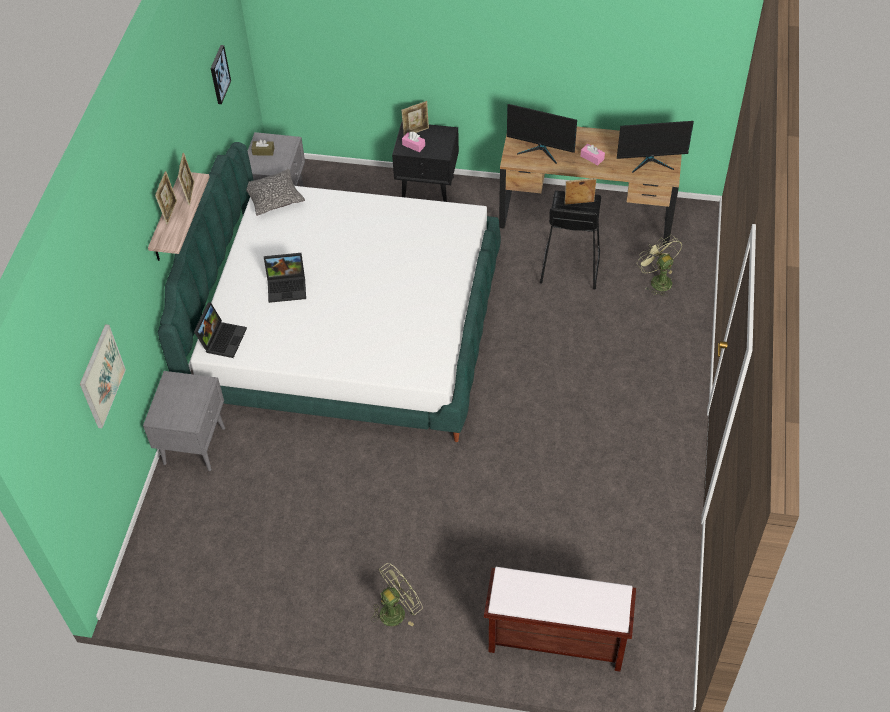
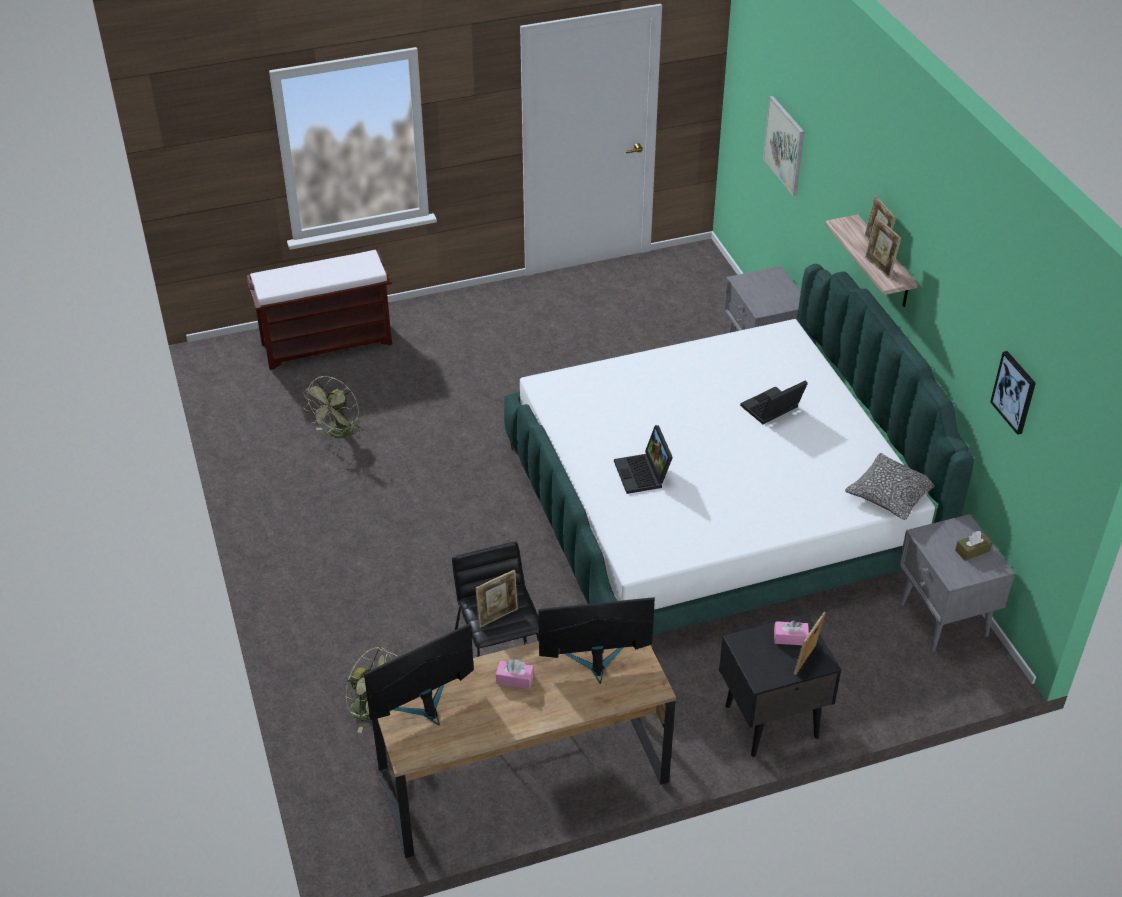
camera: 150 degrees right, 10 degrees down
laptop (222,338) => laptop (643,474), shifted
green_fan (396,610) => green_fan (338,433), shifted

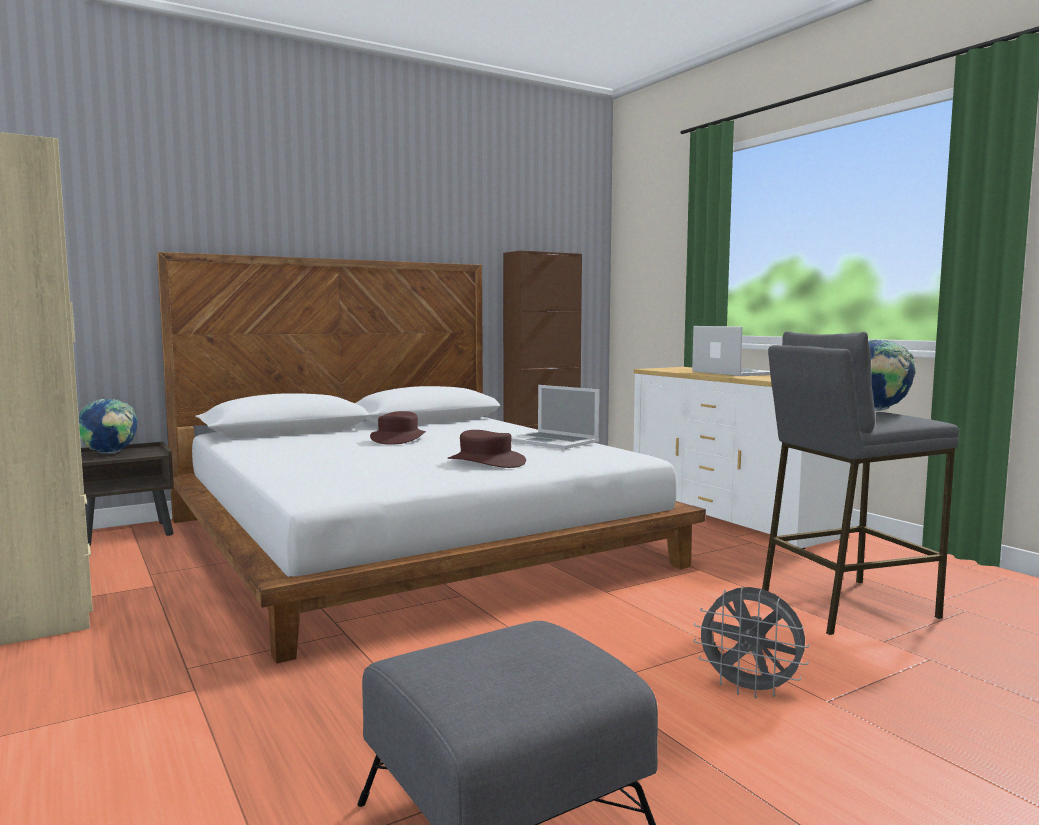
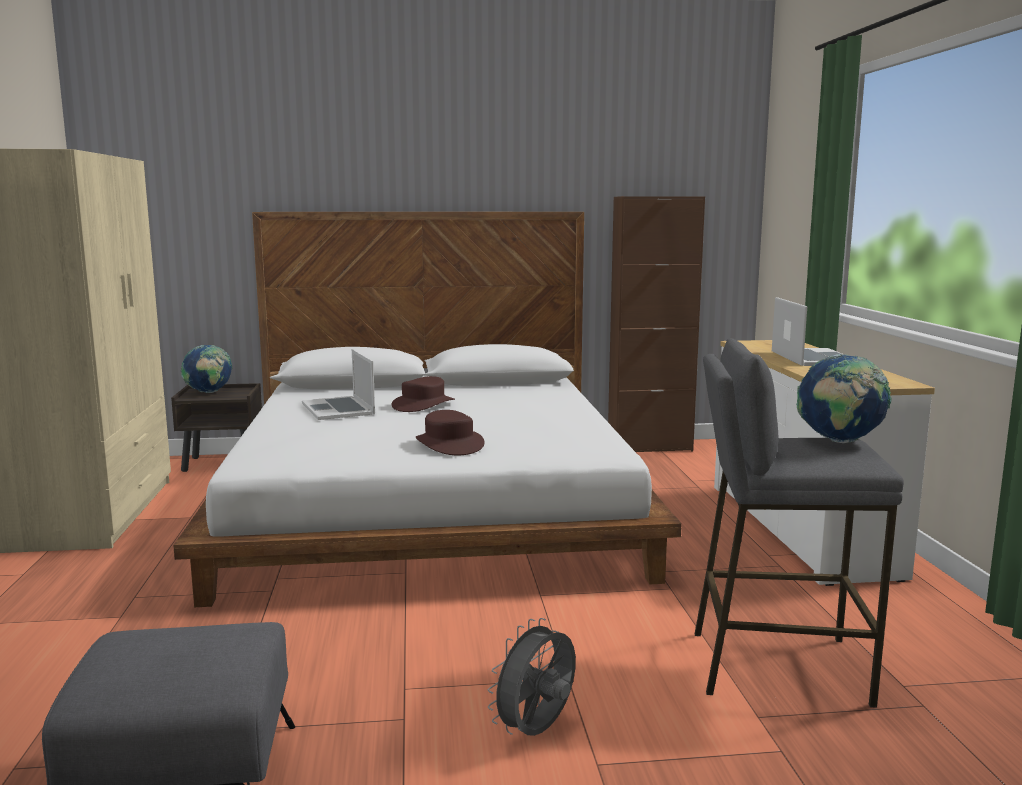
camera: 25 degrees right, 5 degrees up
laptop (552,441) => laptop (338,408), shifted
grey_fan (750,690) => grey_fan (537,732), 75 degrees clockwise

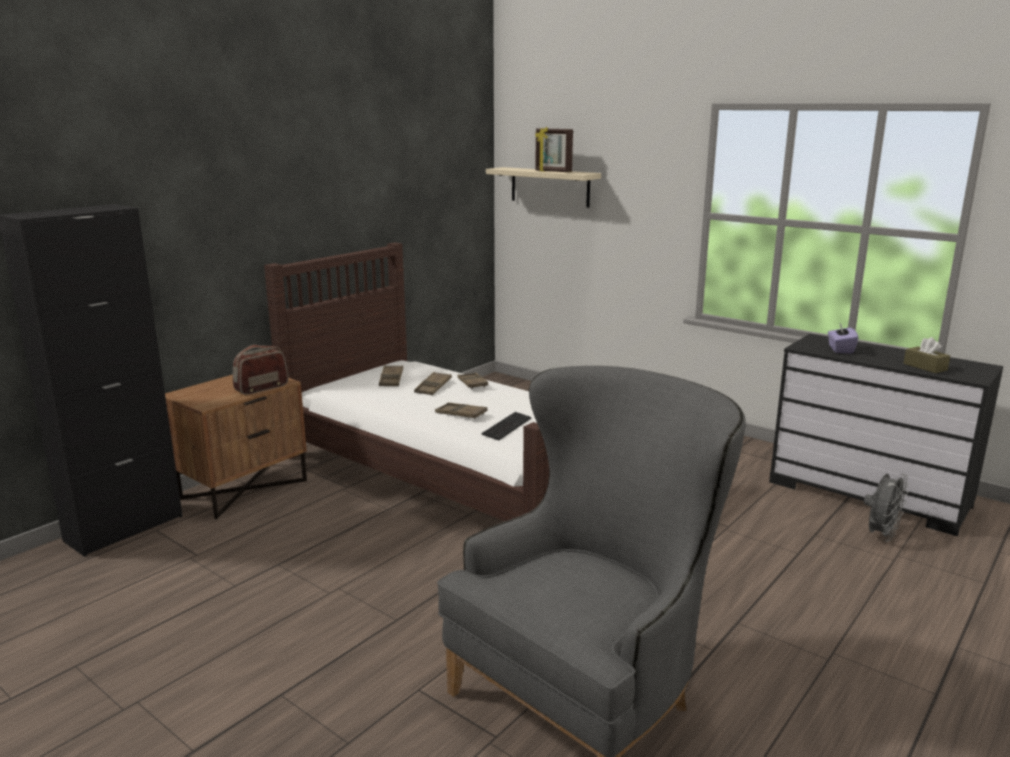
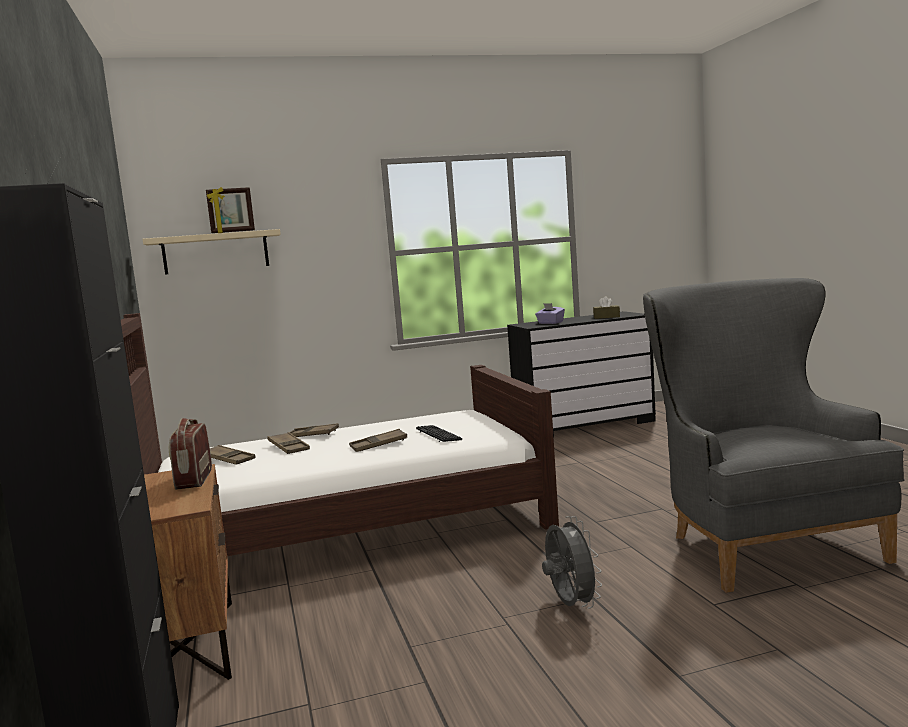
camera: 55 degrees left, 10 degrees down
grey_fan (880,535) => grey_fan (570,605), shifted

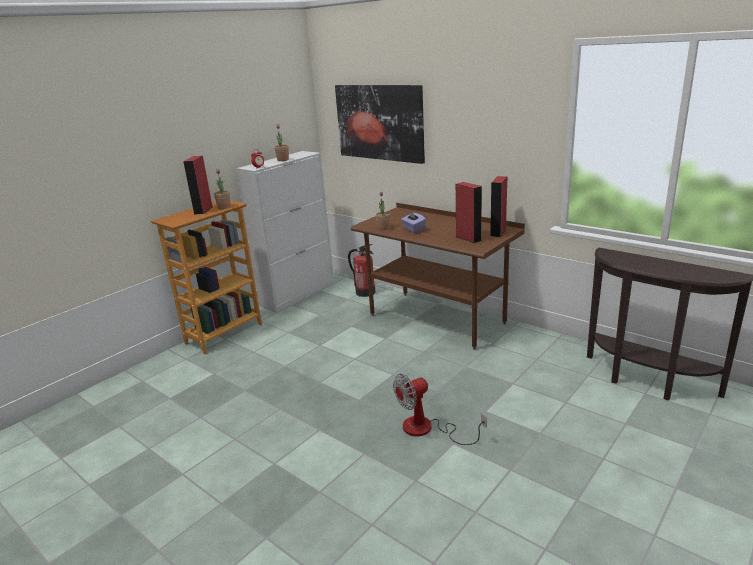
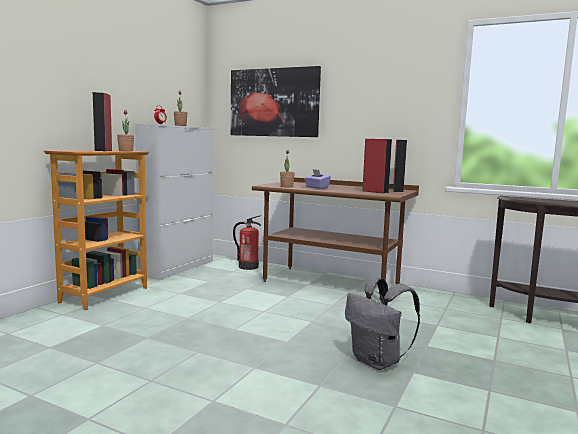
camera: 15 degrees left, 15 degrees down
fan (427,429) => grey_backpack (378,362)

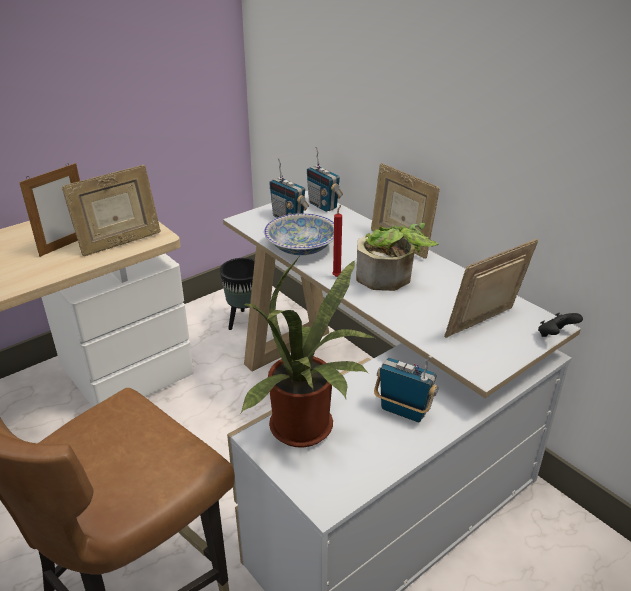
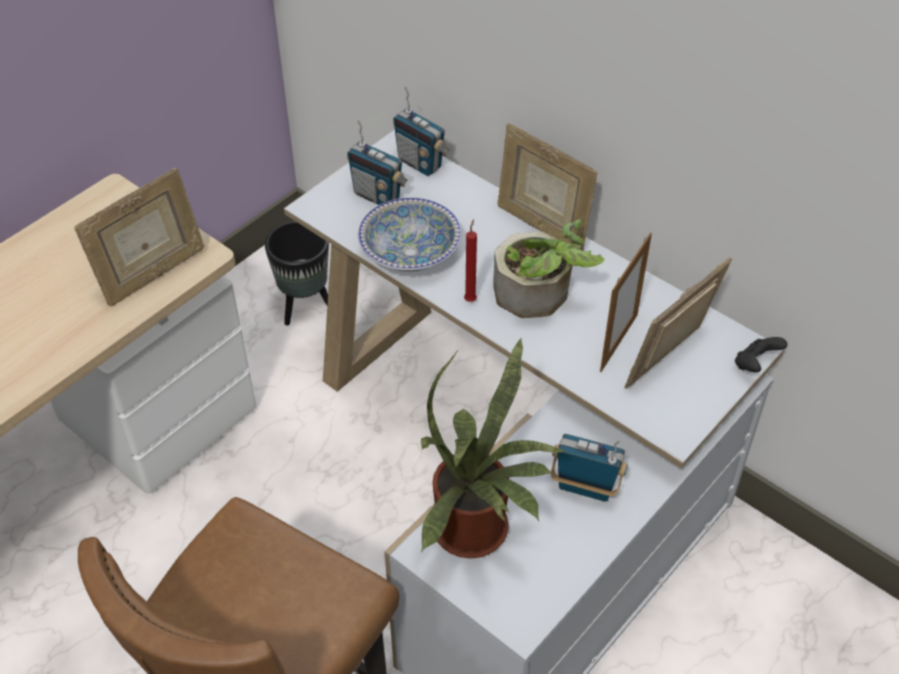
camera: 10 degrees left, 15 degrees up
picture_frame (66,245) => picture_frame (618,342), shifted

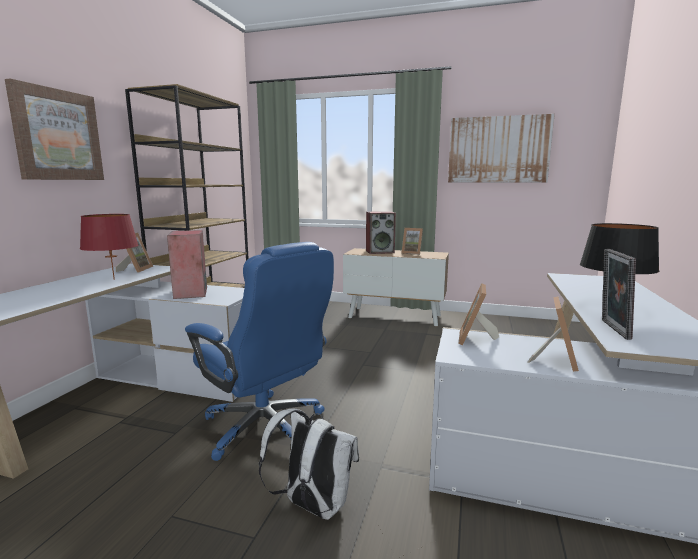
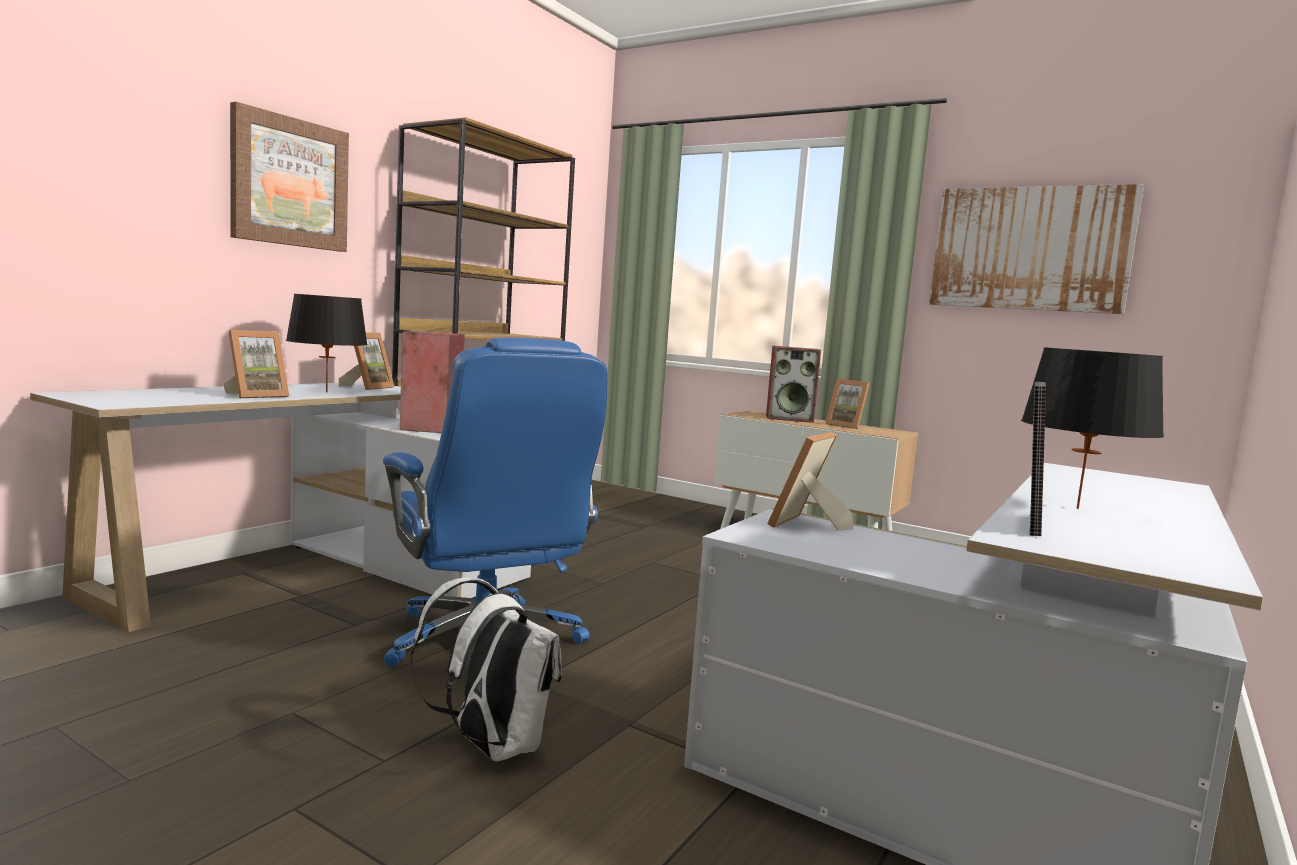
camera: 15 degrees right, 5 degrees down
red_table_lamp (114,279) => black_table_lamp (326,392)
picture_frame (555,360) => picture_frame (255,395), shifted

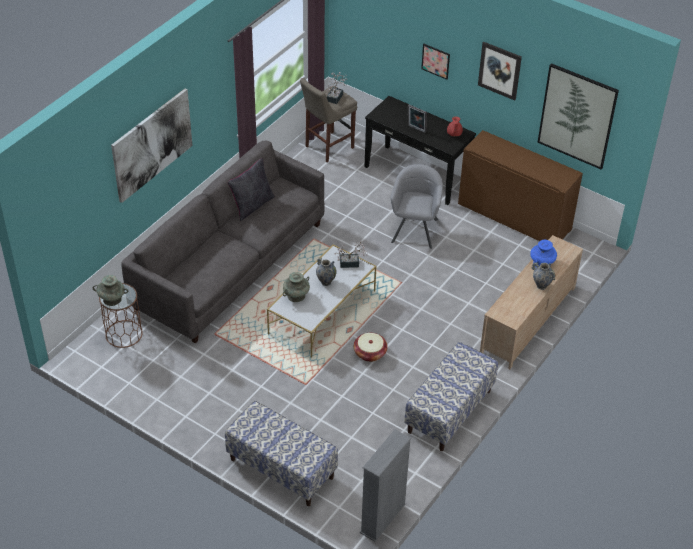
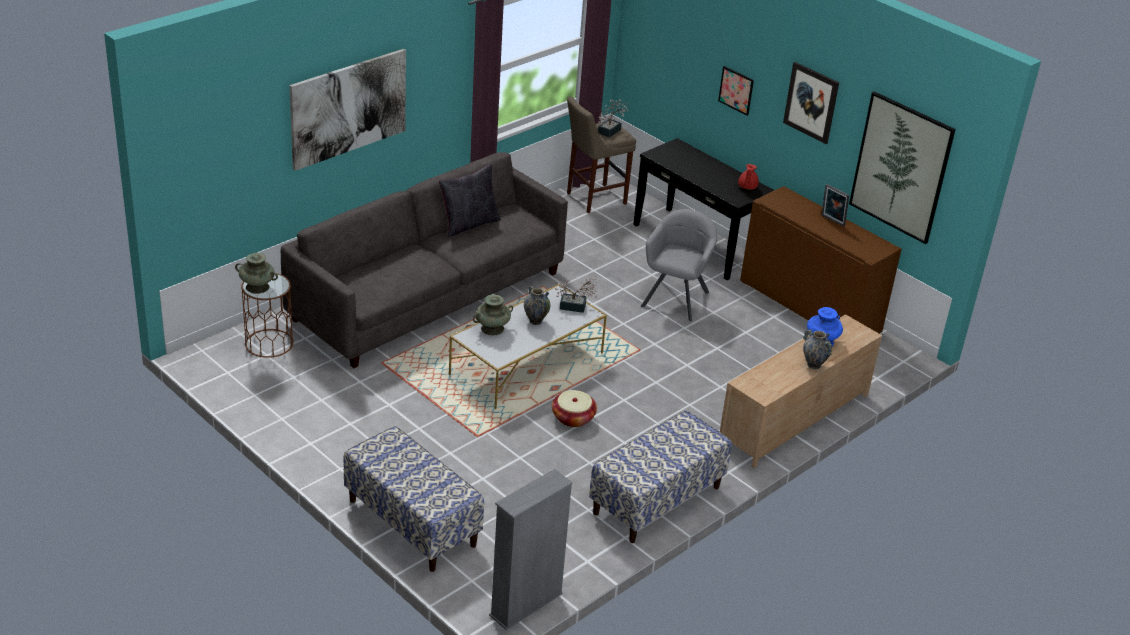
camera: 10 degrees right, 10 degrees down
picture_frame (416,129) => picture_frame (832,221), shifted

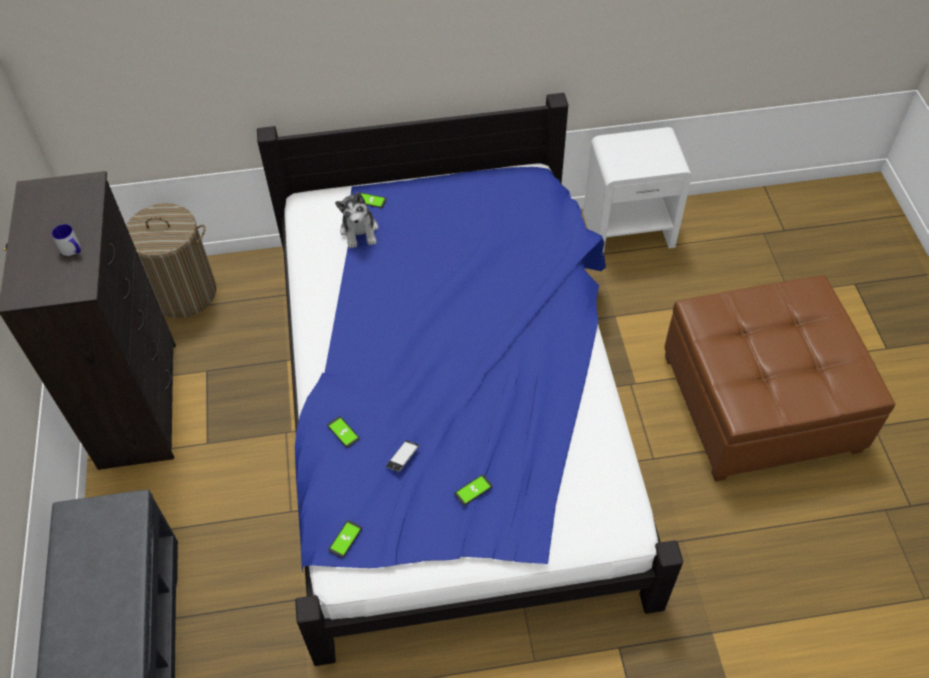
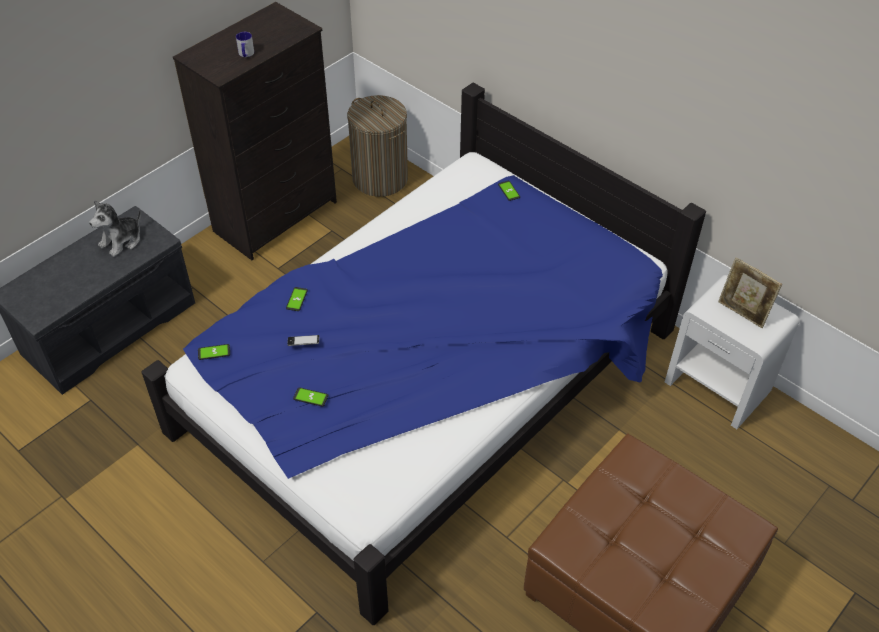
camera: 50 degrees right, 5 degrees down
plush_toy (360,231) => plush_toy (122,241), shifted
nothing => picture_frame (742,313)

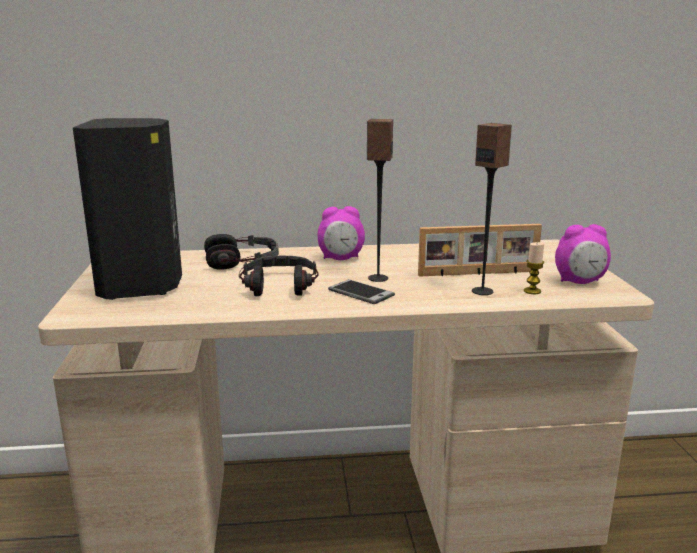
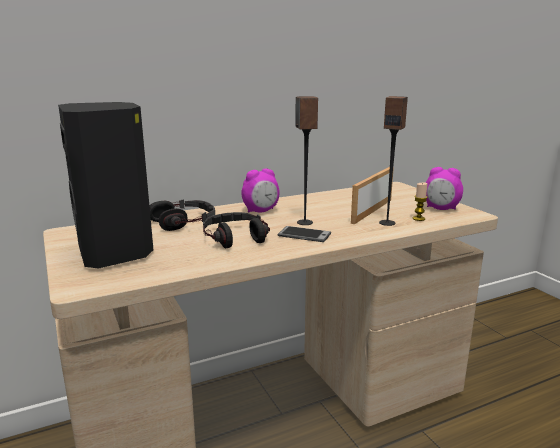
camera: 20 degrees left, 0 degrees up
picture_frame (478,274) => picture_frame (370,211), 150 degrees clockwise
alarm_clock (580,282) => alarm_clock (441,209), 45 degrees clockwise

